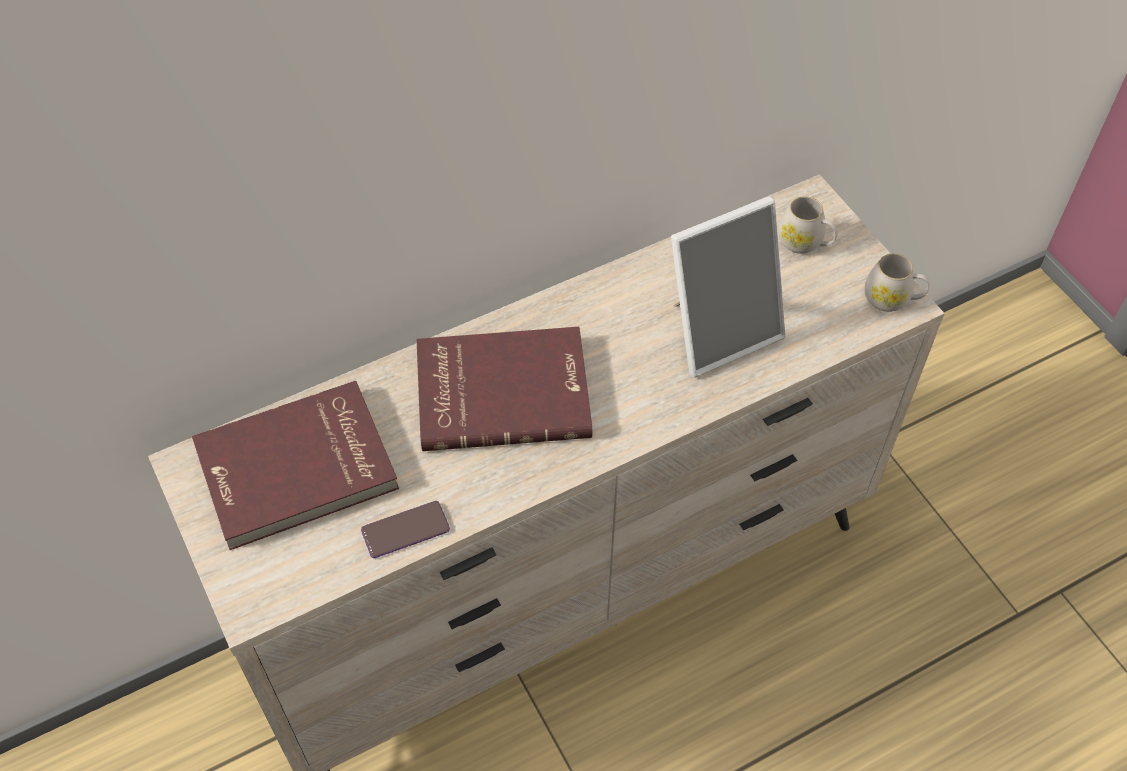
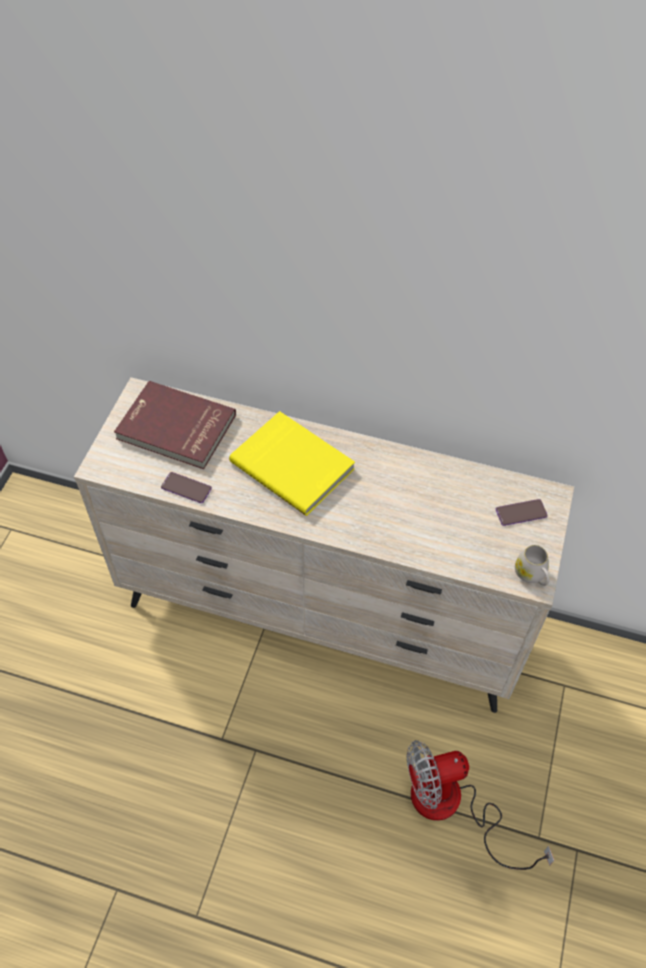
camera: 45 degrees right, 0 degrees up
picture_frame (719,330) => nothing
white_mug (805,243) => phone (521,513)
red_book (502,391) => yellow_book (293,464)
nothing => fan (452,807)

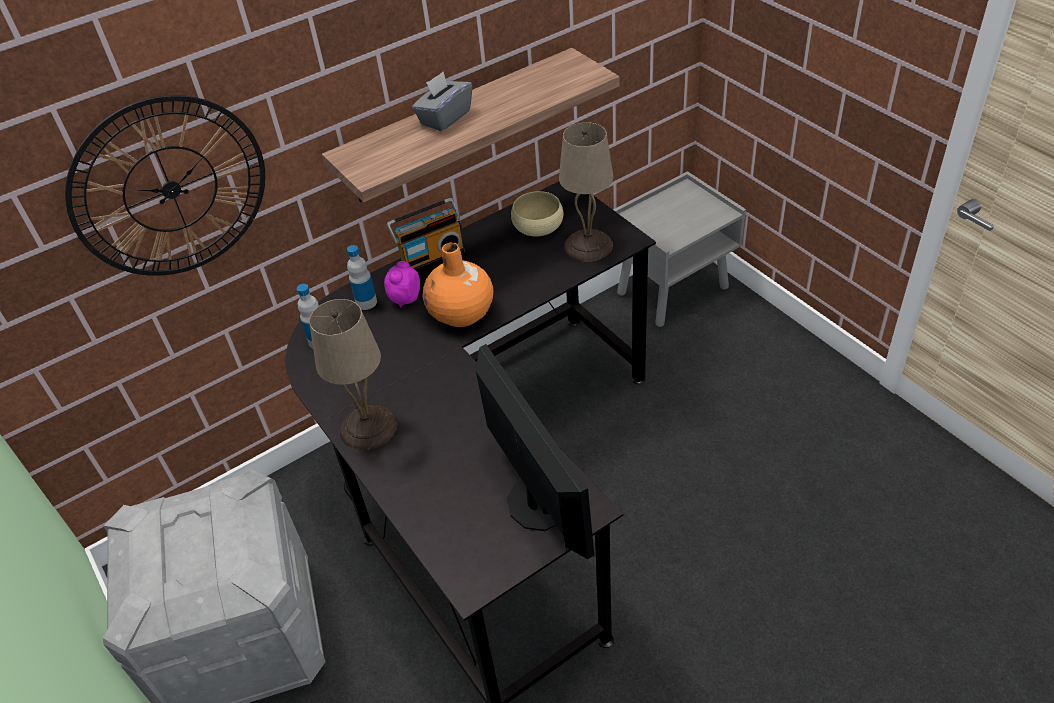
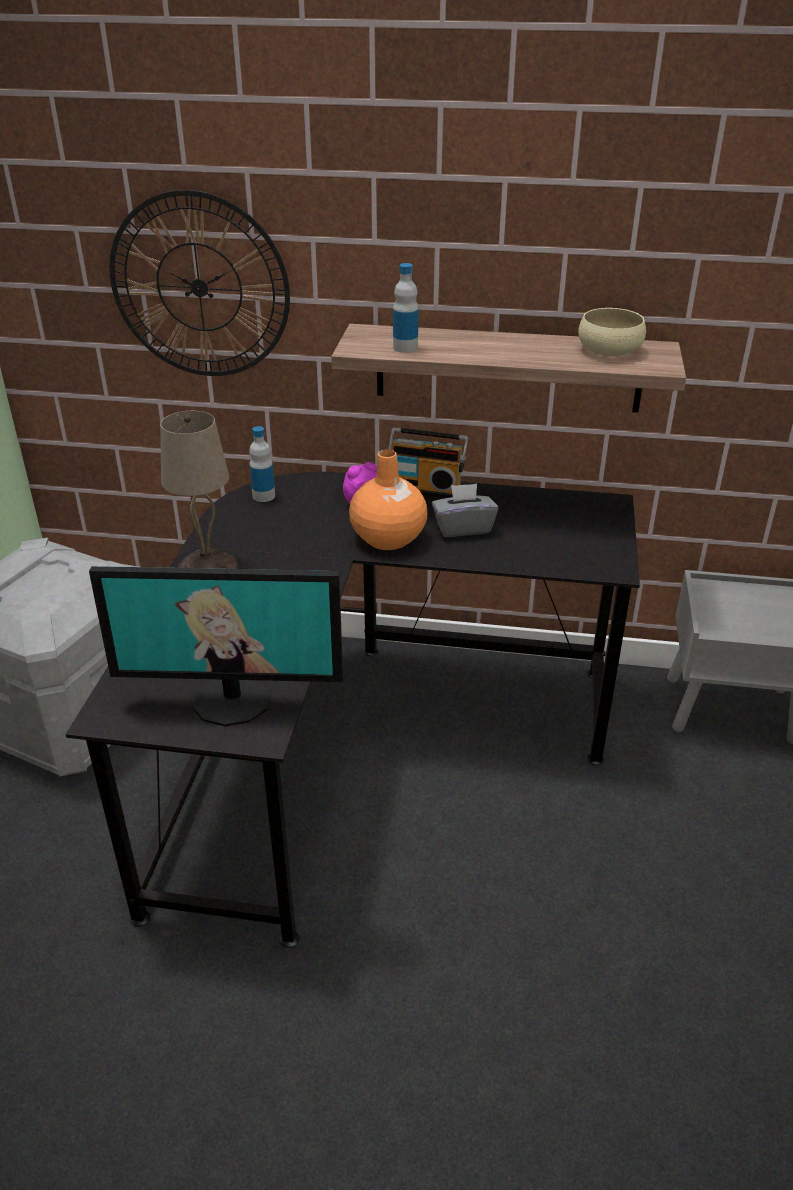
camera: 40 degrees right, 10 degrees down
grey_tissue_box (445,118) => grey_tissue_box (463,528), shifted
beige_table_lamp (587,246) => nothing
beige_bowl (538,226) => beige_bowl (609,350), shifted
bottle (366,302) => bottle (405,348), shifted
monitor (536,503) => monitor (232,700), 75 degrees clockwise

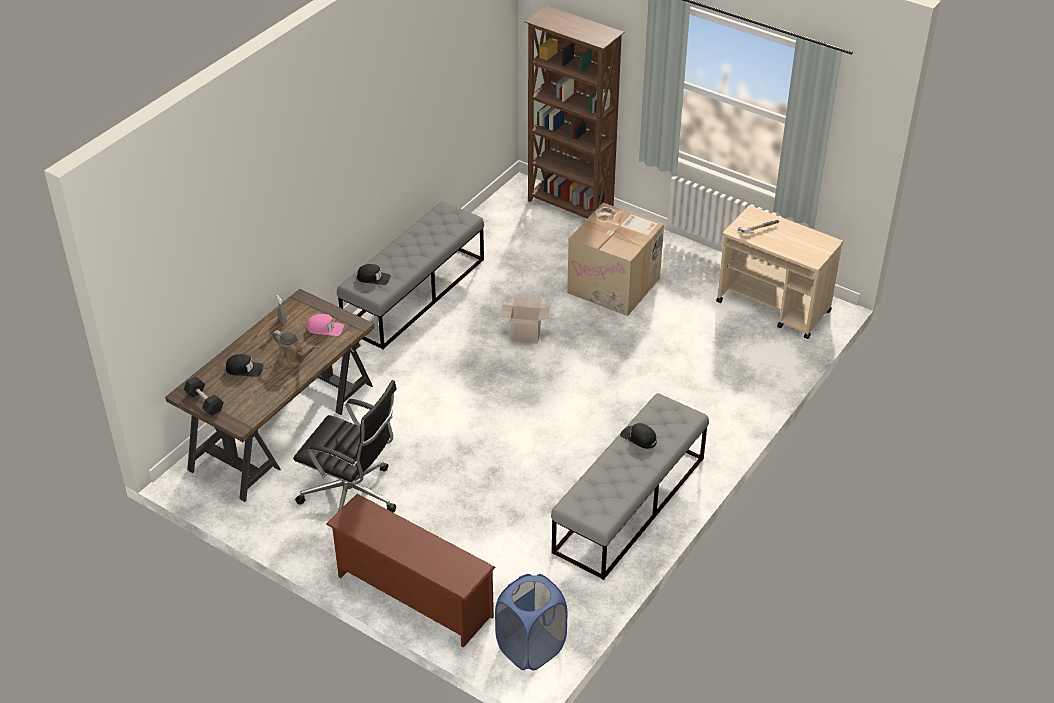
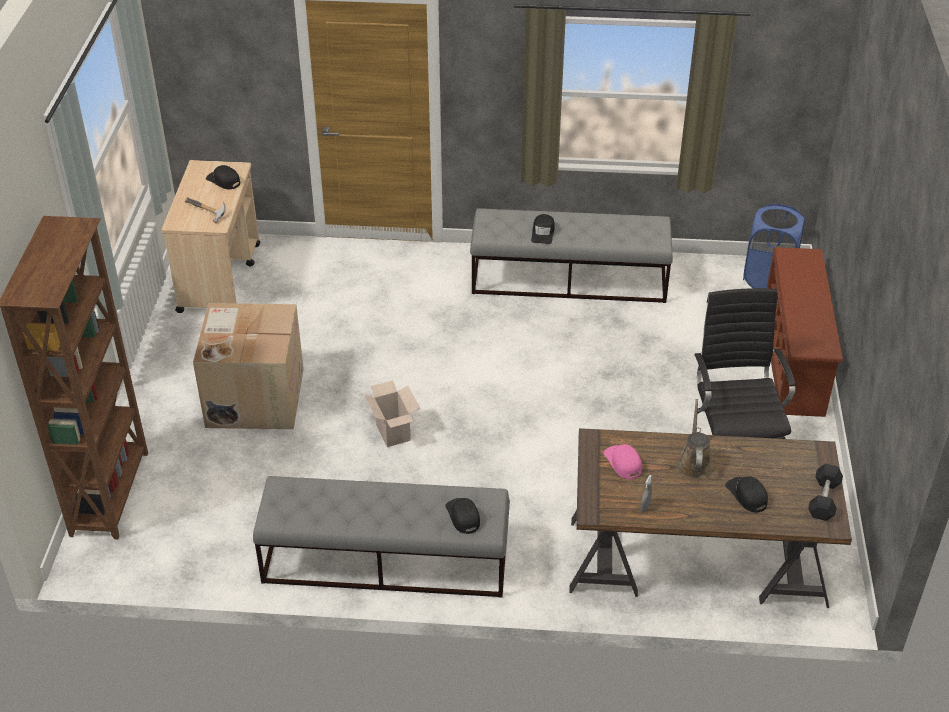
camera: 120 degrees left, 0 degrees up
nothing => black_cap (224,181)

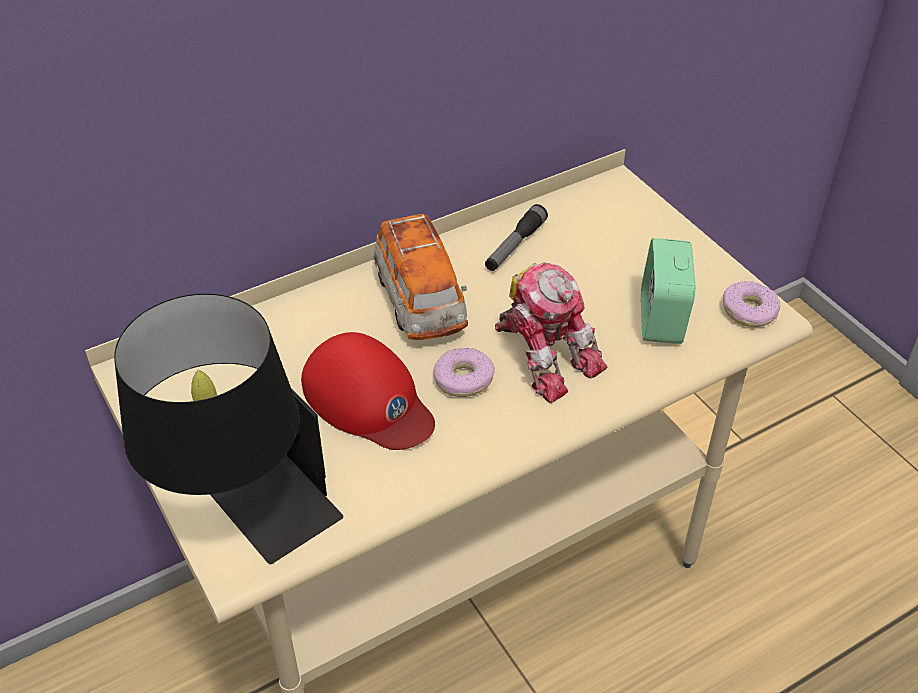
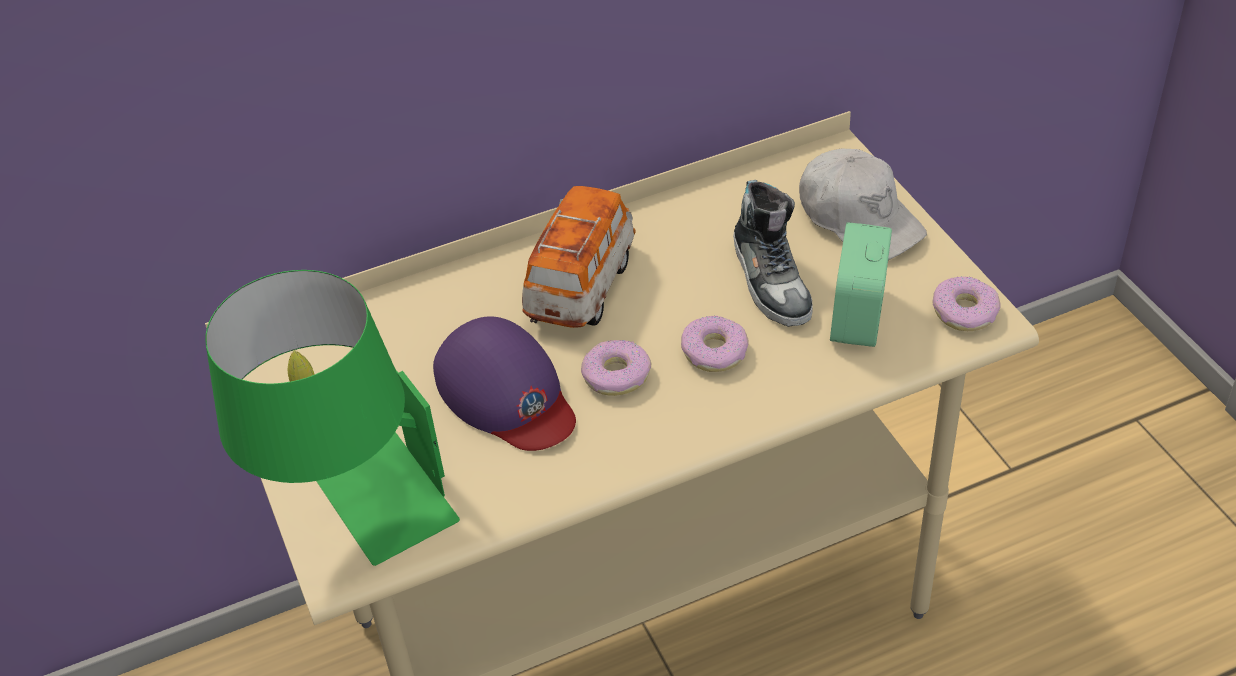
camera: 10 degrees right, 0 degrees up
flashlight (515,246) => nothing
toy_car (420,302) => toy_car (581,285), 150 degrees counterclockwise
toy_robot (545,354) => donut (714,351)
black_table_lamp (244,514) => green_table_lamp (354,511)
red_cap (368,400) => purple_cap (506,394)
nothing => white_cap (859,219)
nothing => shoe (771,280)

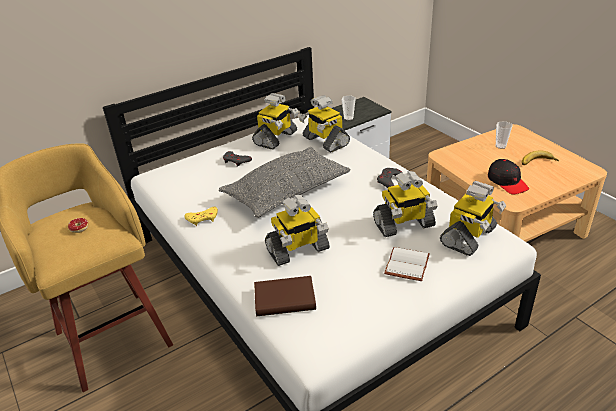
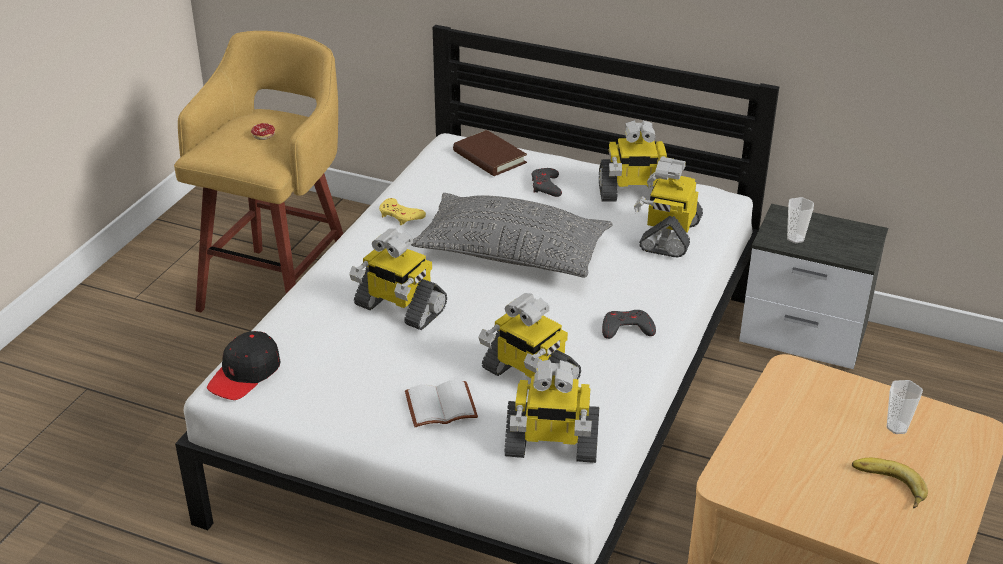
camera: 55 degrees right, 0 degrees up
black_cap (507,182) => black_cap (245,374), shifted
brown_book (284,299) => brown_book (489,157), shifted

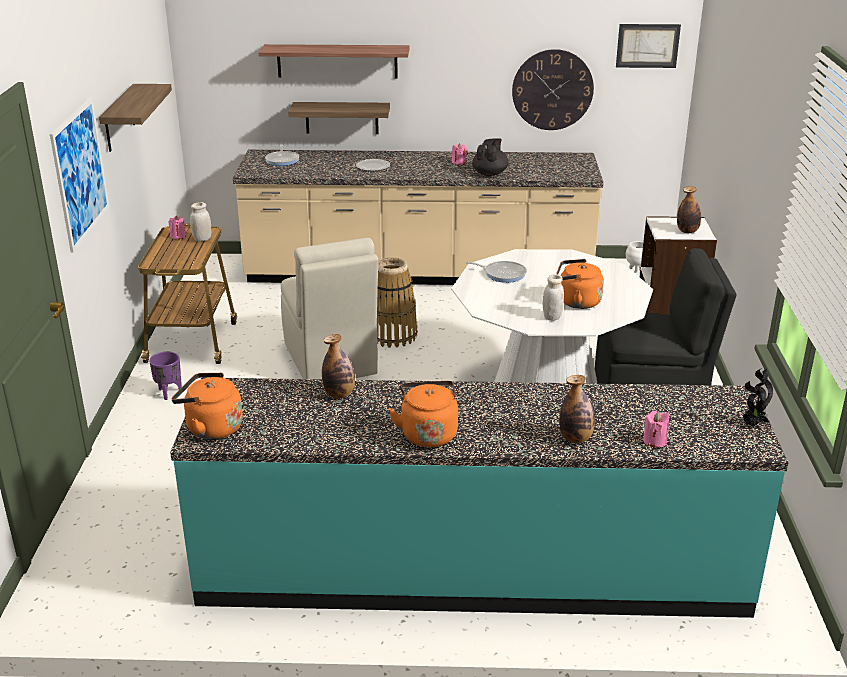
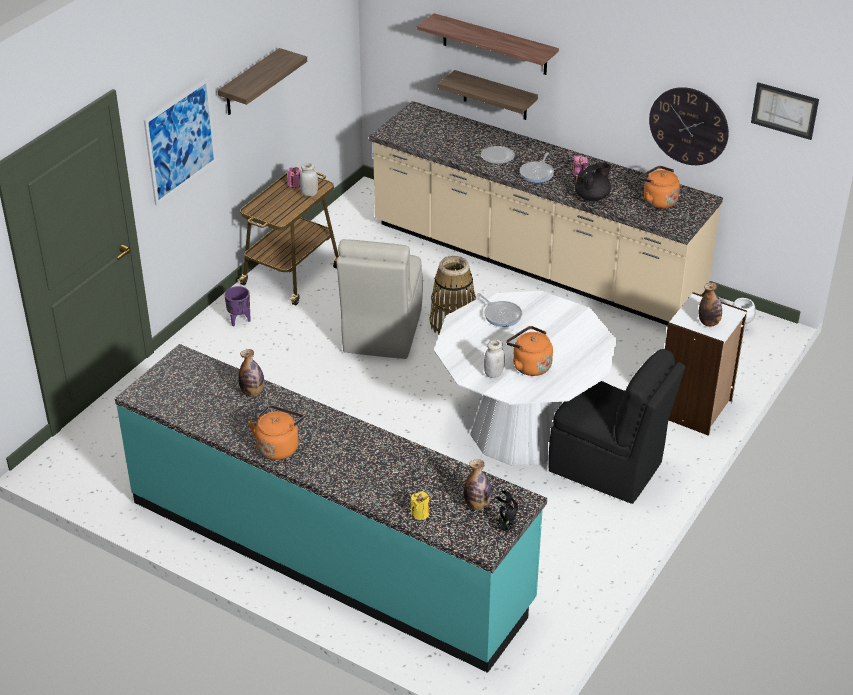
camera: 30 degrees right, 10 degrees up
frying_pan (282,160) => frying_pan (537,173), shifted
orange_kettle (211,428) => orange_kettle (657,201), shifted
bottle (575,438) => bottle (477,505), shifted
pink_candle (654,441) => yellow_candle (420,513)

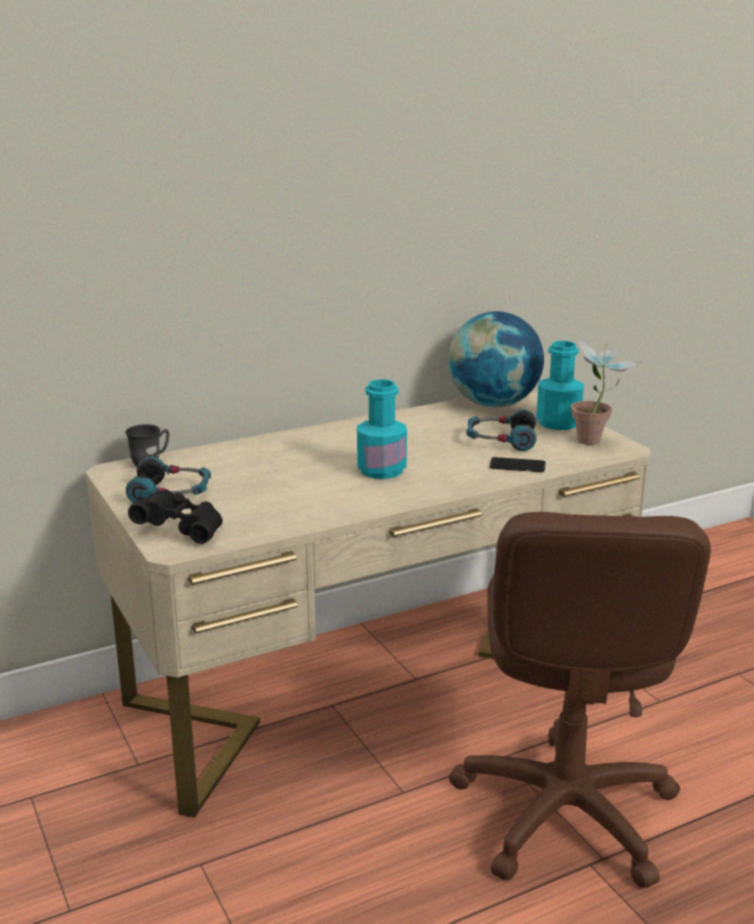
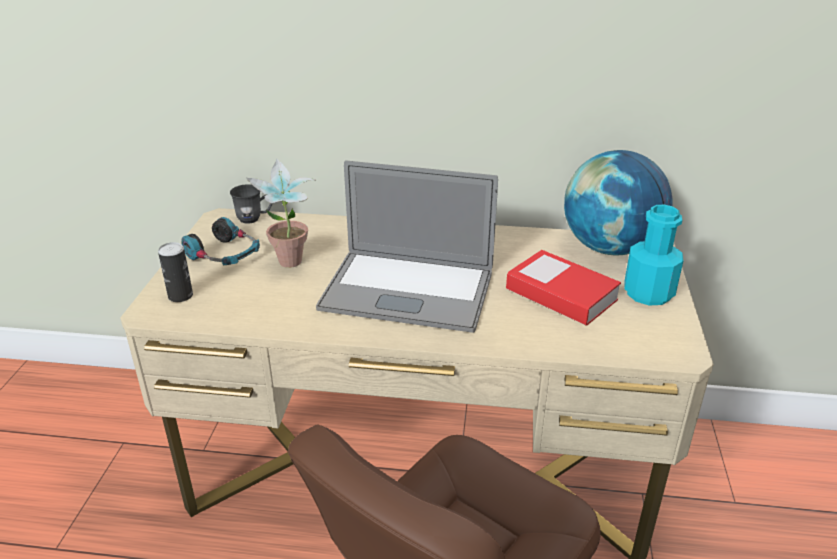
camera: 35 degrees right, 10 degrees up
potted_plant (596,443) => potted_plant (291,266), shifted
turquoise_bottle (381,470) => laptop (407,291)
headphones (501,440) => book (561,295)
phone (517,466) => nothing
black_binoculars (181,530) => can (180,296)

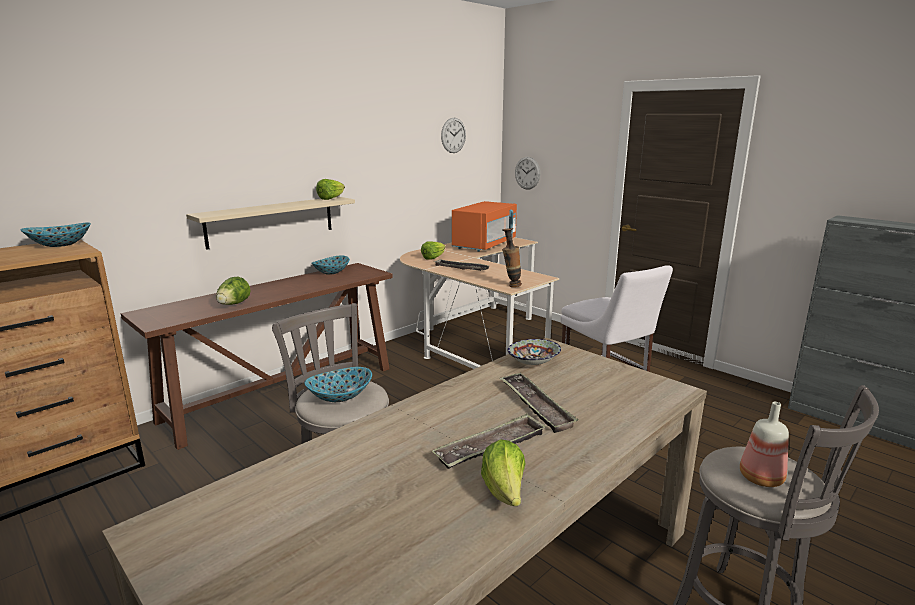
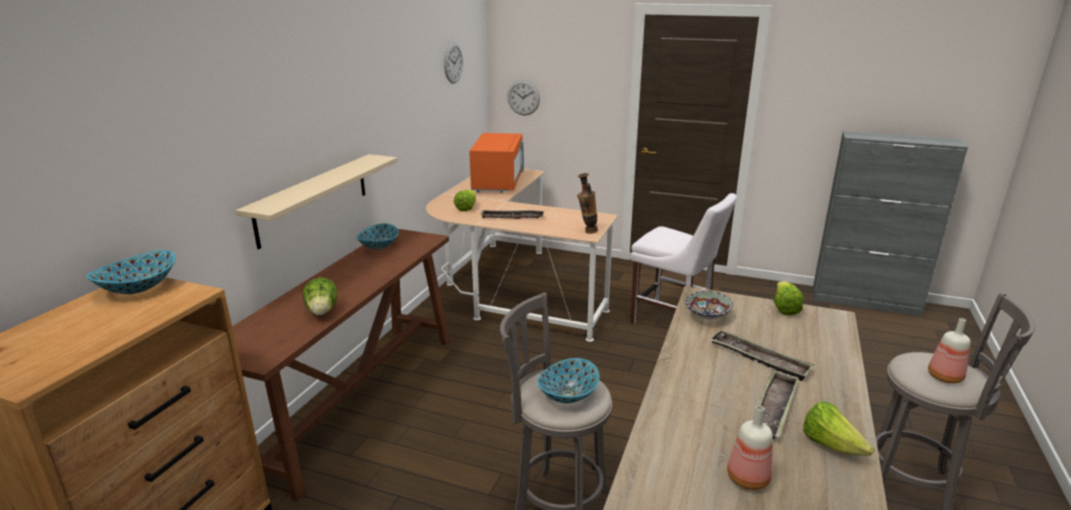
camera: 25 degrees left, 5 degrees up
lettuce (331,198) => lettuce (784,308), shifted
nothing => bottle (746,478)

